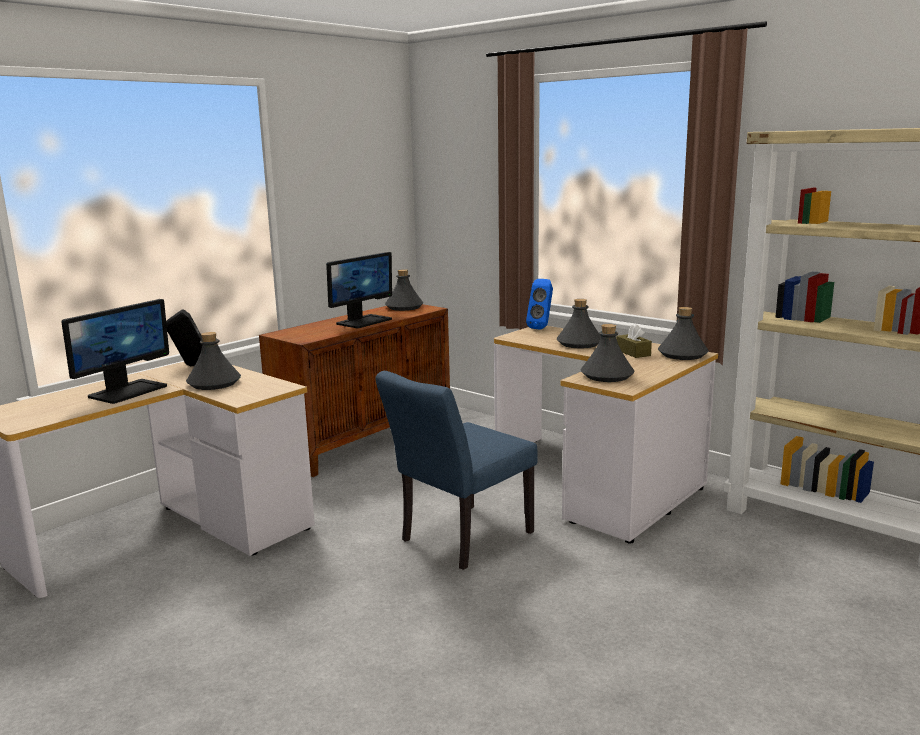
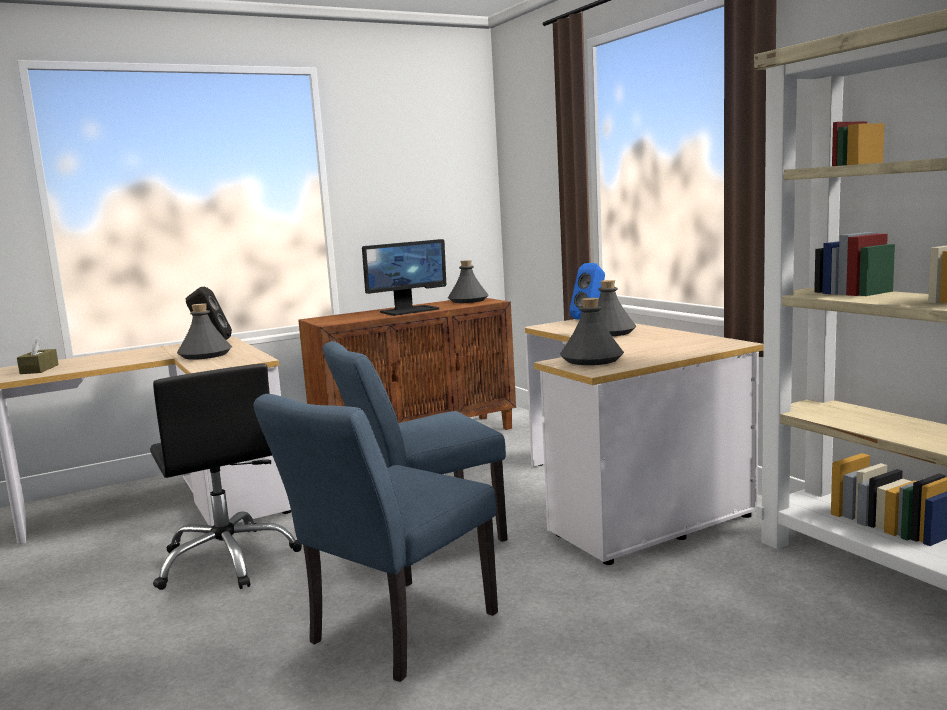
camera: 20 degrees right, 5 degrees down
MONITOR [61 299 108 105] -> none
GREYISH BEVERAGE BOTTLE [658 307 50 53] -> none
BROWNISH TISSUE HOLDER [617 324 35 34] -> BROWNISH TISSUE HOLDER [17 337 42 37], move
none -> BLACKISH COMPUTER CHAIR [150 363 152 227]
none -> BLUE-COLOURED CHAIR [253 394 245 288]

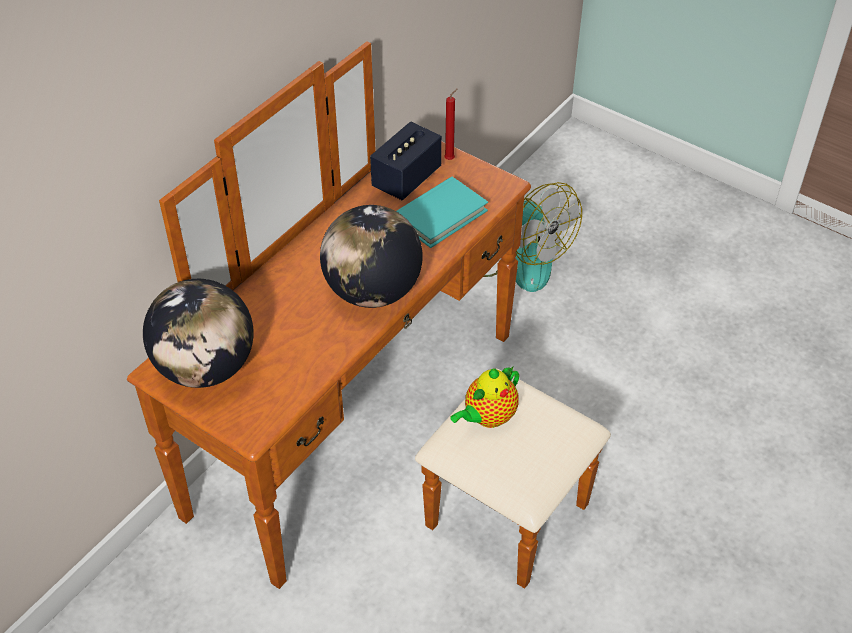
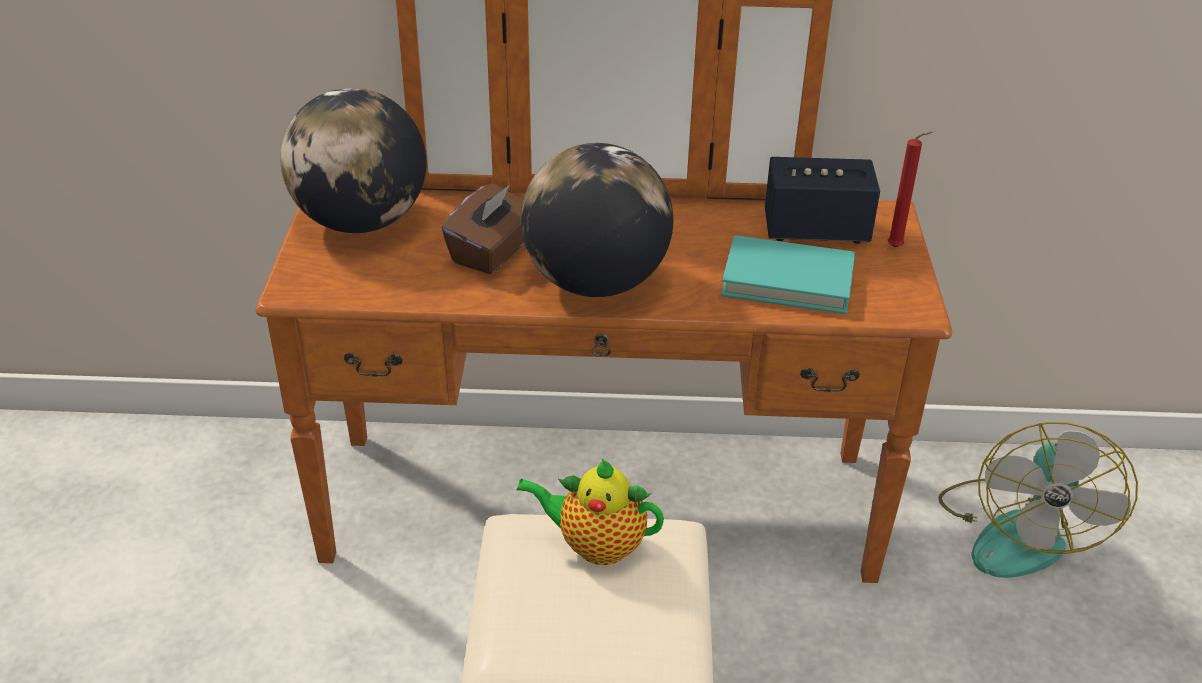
camera: 55 degrees right, 10 degrees down
none -> BROWNISH TISSUE HOLDER [442 183 82 91]

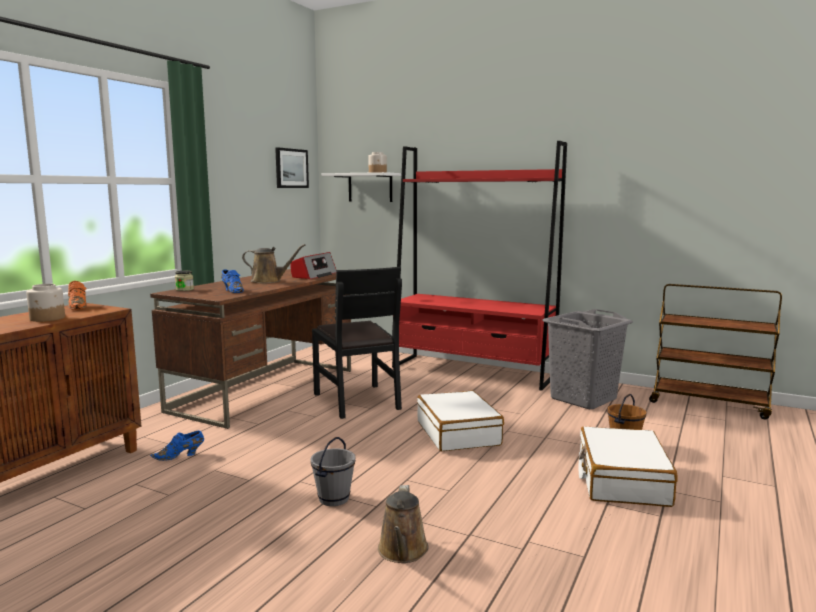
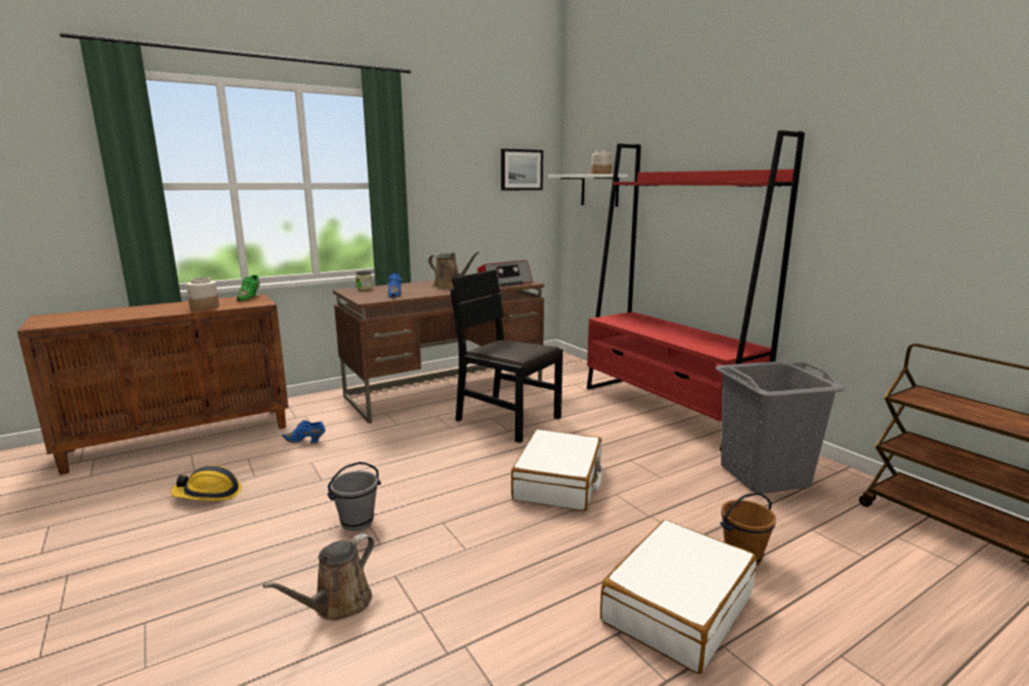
camera: 30 degrees right, 5 degrees up
BLACKISH CHAIR [312 267 90 152] -> BLACKISH CHAIR [450 269 113 174], 120 degrees clockwise
ORANGE ITEM OF FOOTWEAR [68 281 19 29] -> GREEN-COLOURED ITEM OF FOOTWEAR [237 275 23 26]
none -> WORK HELMET [171 465 70 36]

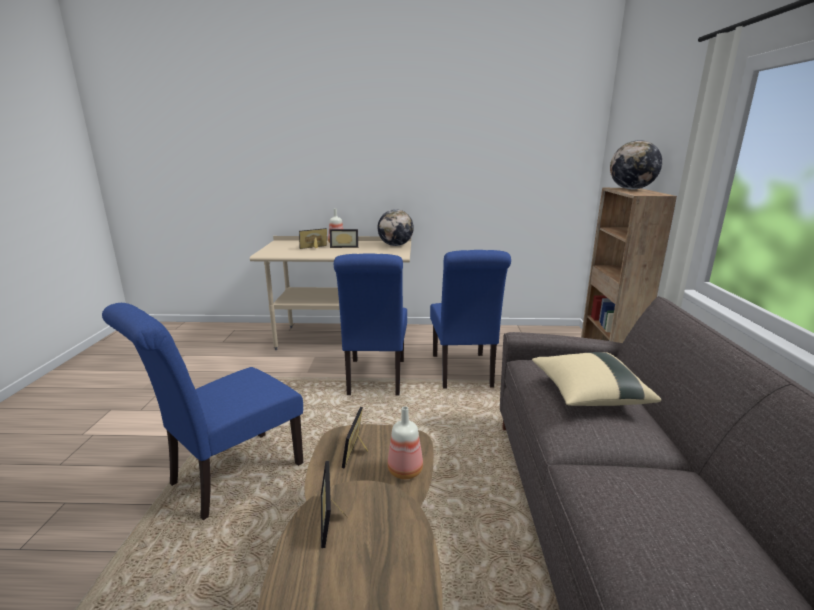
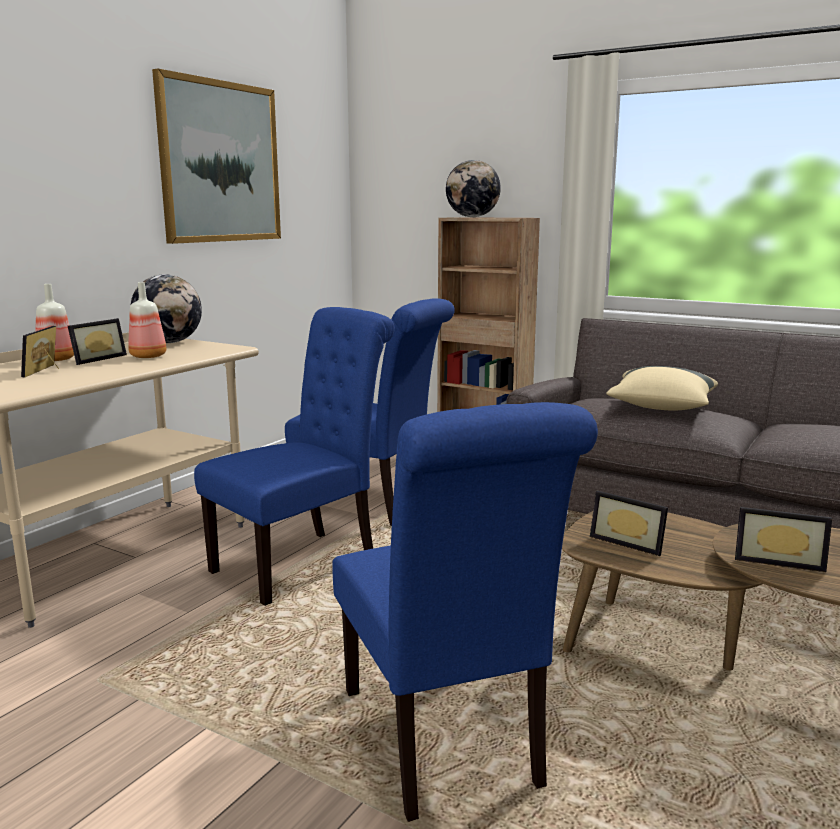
camera: 60 degrees left, 5 degrees down
BLUE-COLOURED CHAIR [334 253 73 142] -> BLUE-COLOURED CHAIR [194 307 201 299], 75 degrees counterclockwise
BEVERAGE BOTTLE [388 406 35 73] -> BEVERAGE BOTTLE [128 282 39 76], move
none -> WALL PICTURE [152 69 129 175]

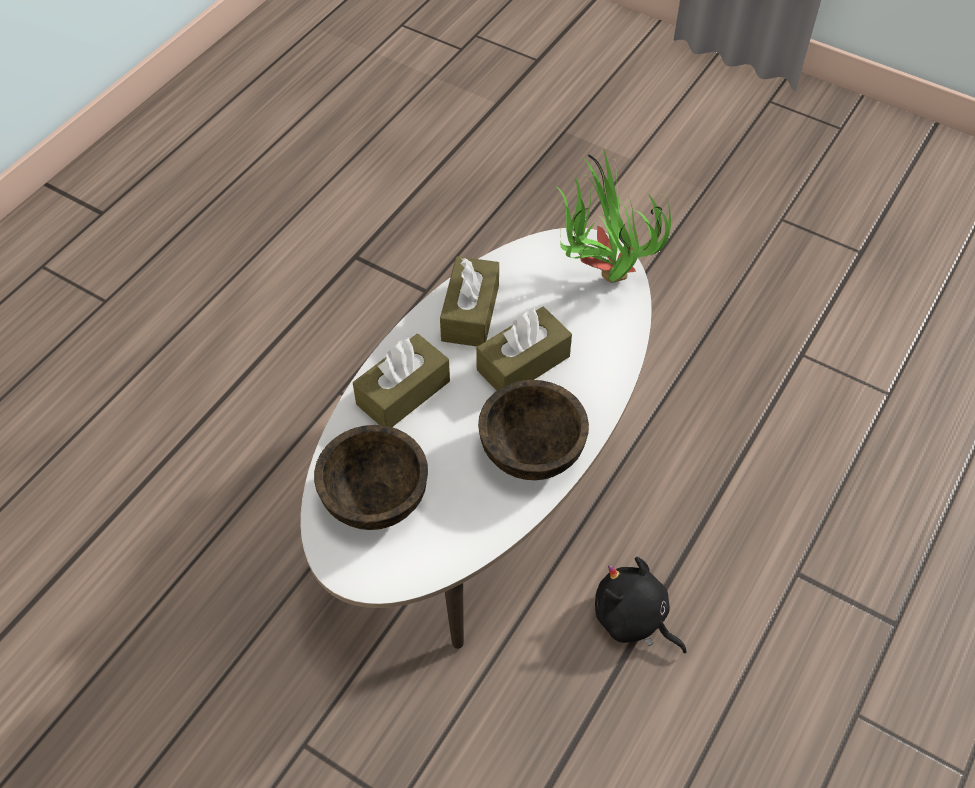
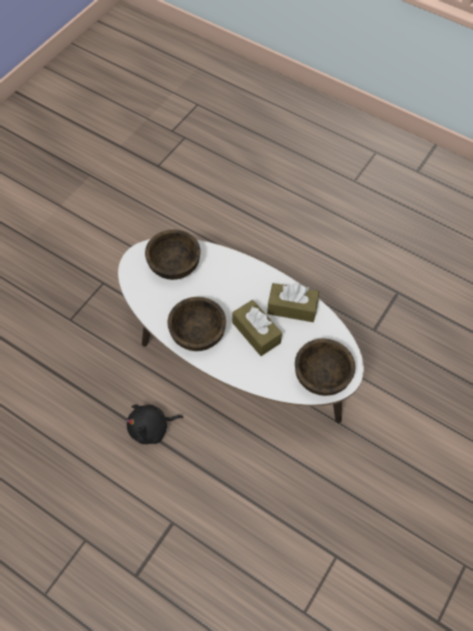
camera: 90 degrees right, 5 degrees up
HOUSEPLANT [557 149 114 134] -> BROWNISH SERVING BOWL [295 339 60 57]
BROWNISH TISSUE HOLDER [353 334 97 93] -> none
BLACKISH PLUSH TOY [595 557 91 96] -> BLACKISH PLUSH TOY [126 404 57 40], 150 degrees counterclockwise

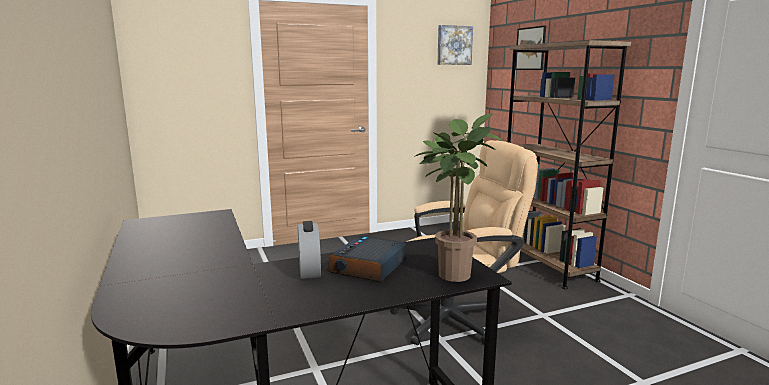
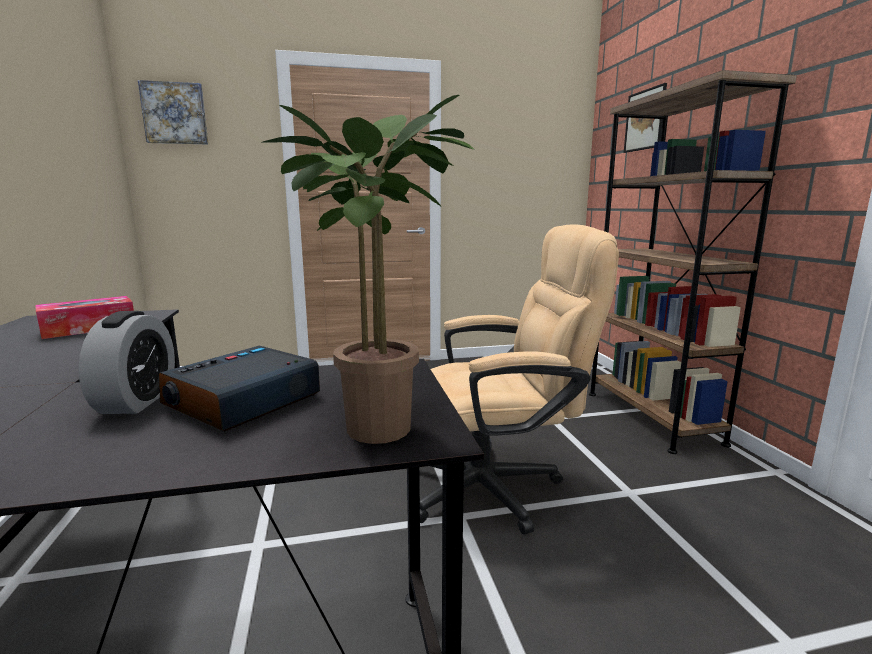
camera: 10 degrees right, 0 degrees up
WALL PICTURE [437 25 36 40] -> WALL PICTURE [138 80 70 64], move
none -> TISSUE HOLDER [35 296 99 43]

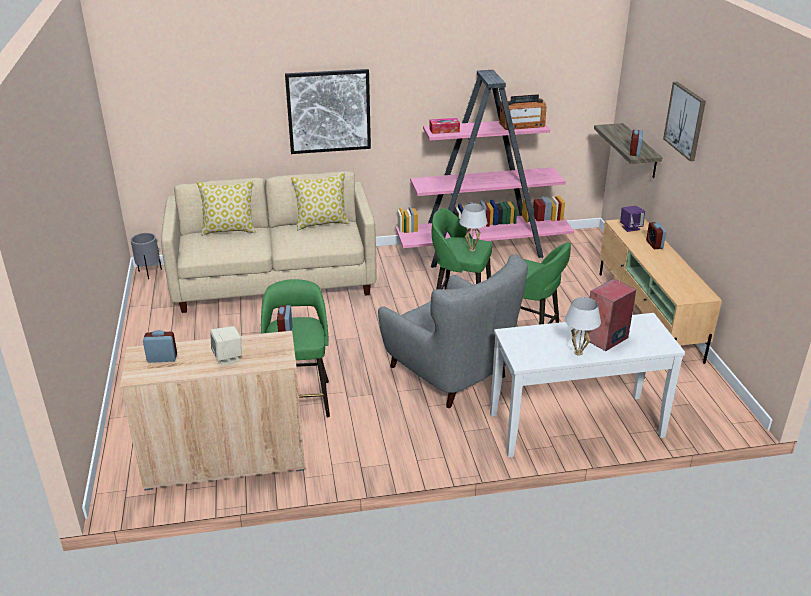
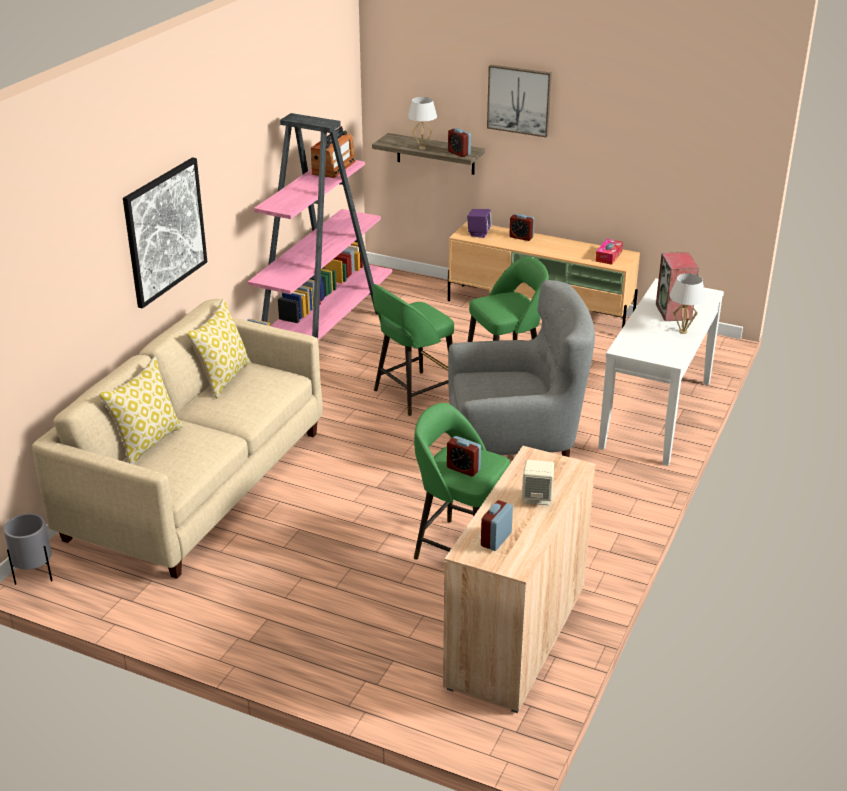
camera: 55 degrees left, 0 degrees up
TISSUE HOLDER [429 118 31 16] -> TISSUE HOLDER [595 239 28 26], move
WHITISH TABLETOP LAMP [459 204 28 47] -> WHITISH TABLETOP LAMP [408 97 29 52], move

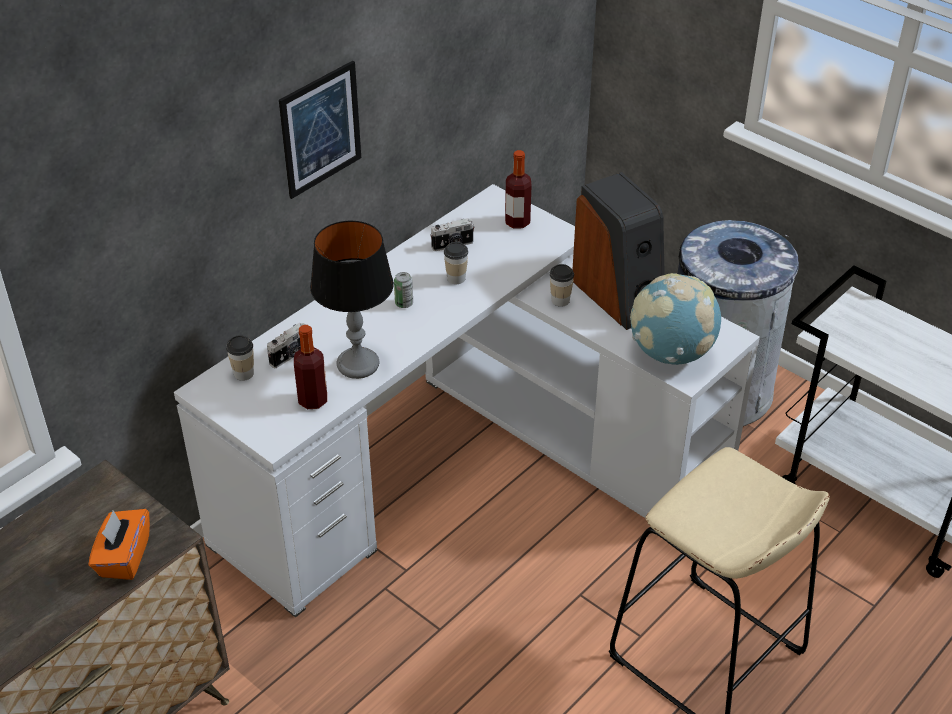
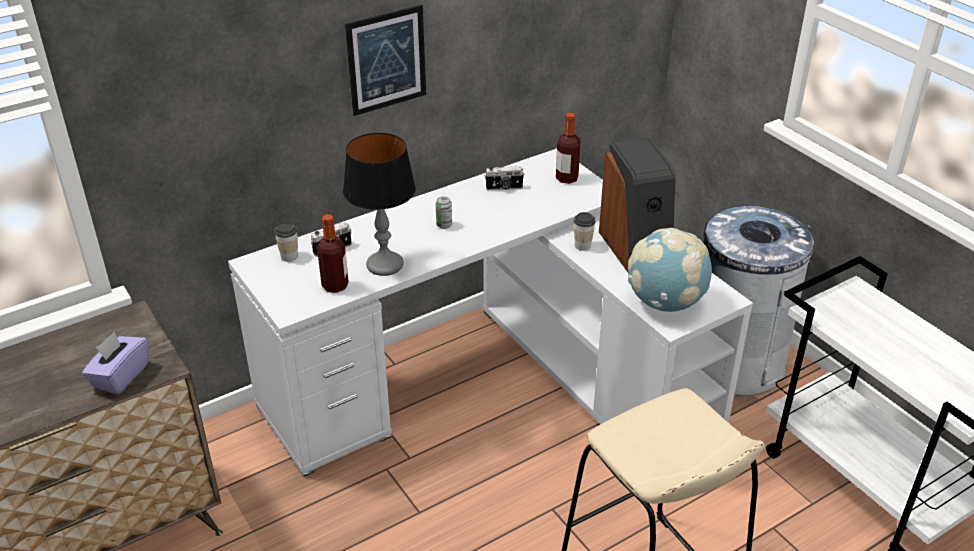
camera: 15 degrees right, 5 degrees down
DRINKING CUP [444 242 24 42] -> none
ORANGE TISSUE HOLDER [89 509 61 71] -> PURPLISH TISSUE HOLDER [82 332 66 63]

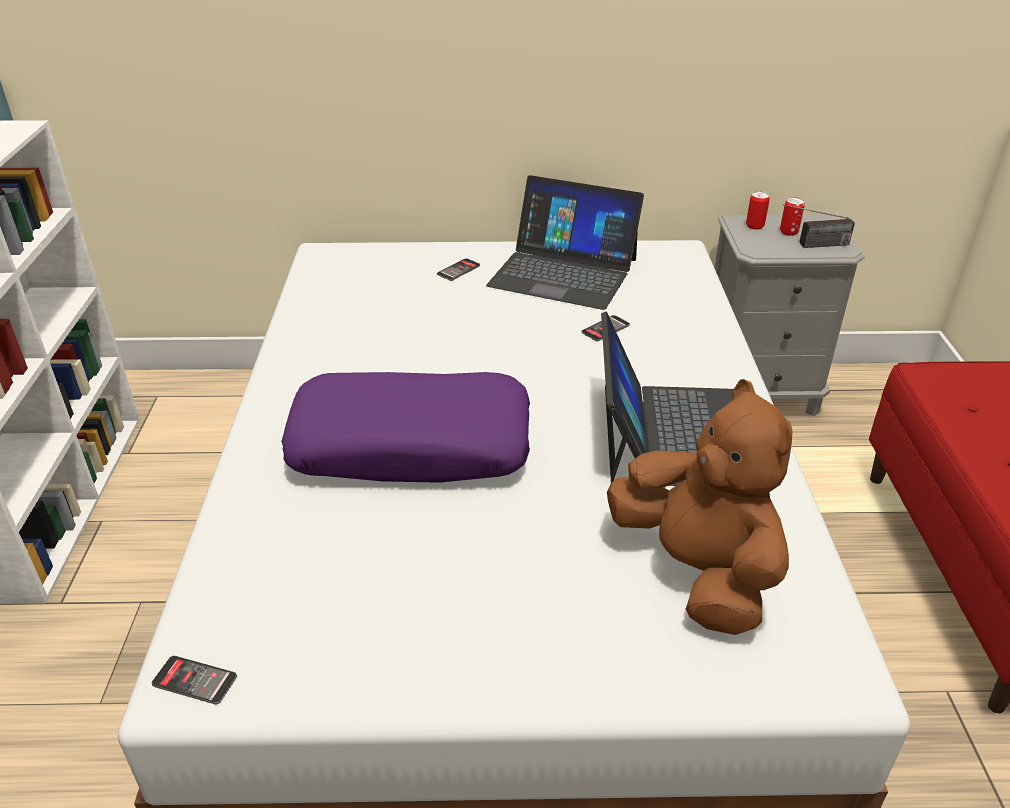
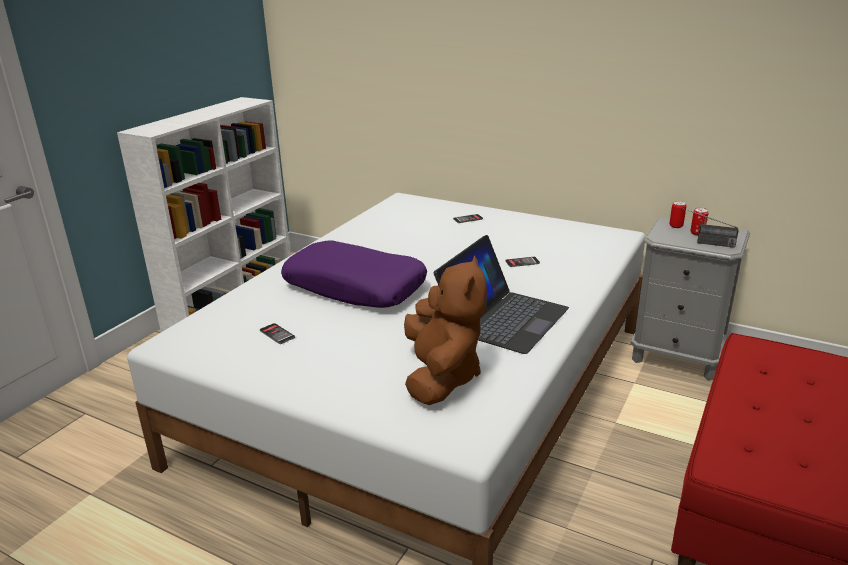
camera: 30 degrees right, 10 degrees down
NOTEBOOK COMPUTER [486 175 158 135] -> none
TELEPHONE [152 656 85 49] -> TELEPHONE [260 323 35 21], move

